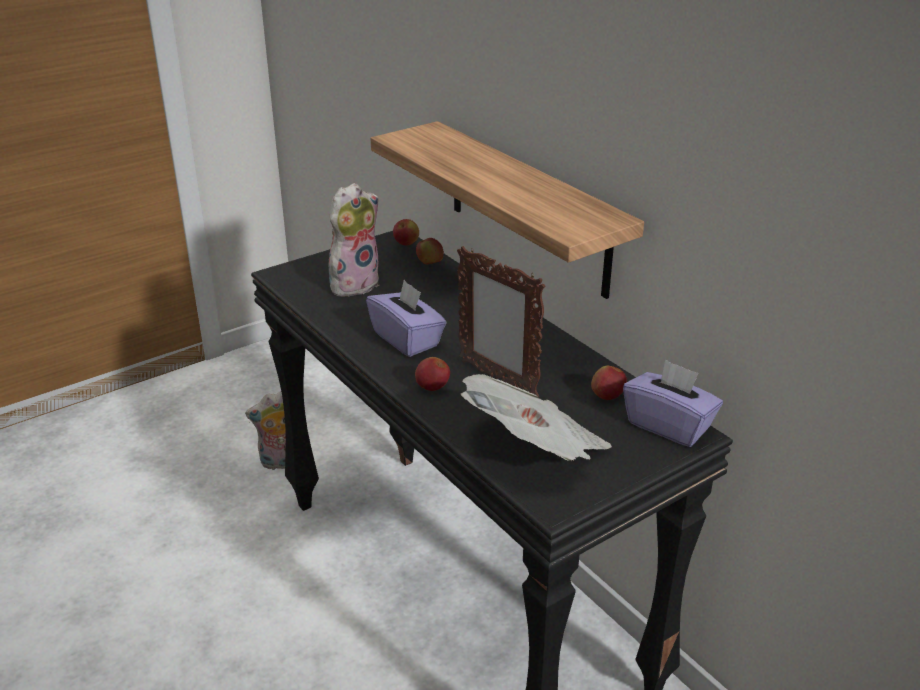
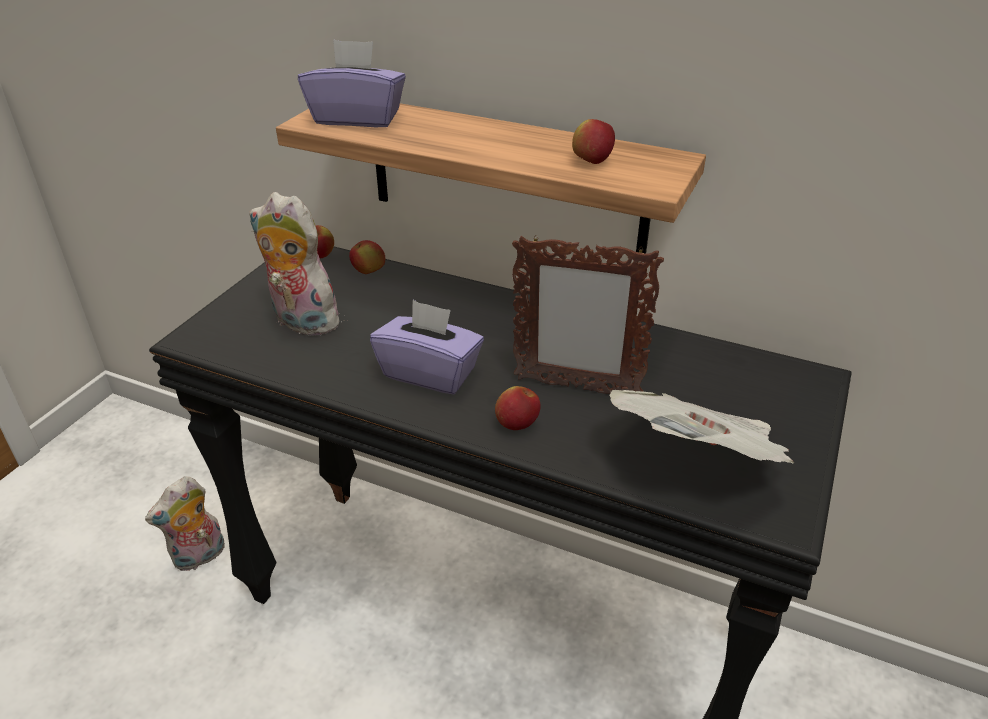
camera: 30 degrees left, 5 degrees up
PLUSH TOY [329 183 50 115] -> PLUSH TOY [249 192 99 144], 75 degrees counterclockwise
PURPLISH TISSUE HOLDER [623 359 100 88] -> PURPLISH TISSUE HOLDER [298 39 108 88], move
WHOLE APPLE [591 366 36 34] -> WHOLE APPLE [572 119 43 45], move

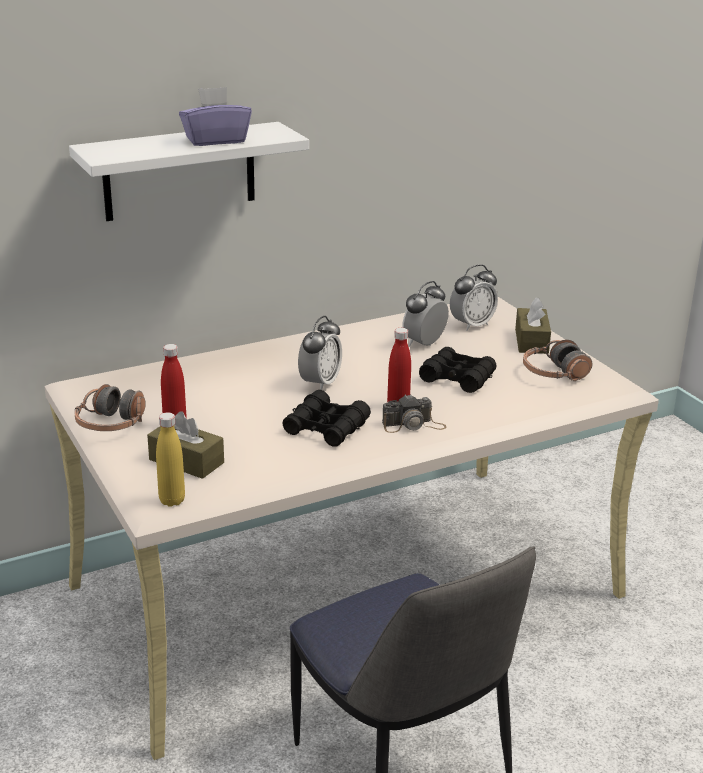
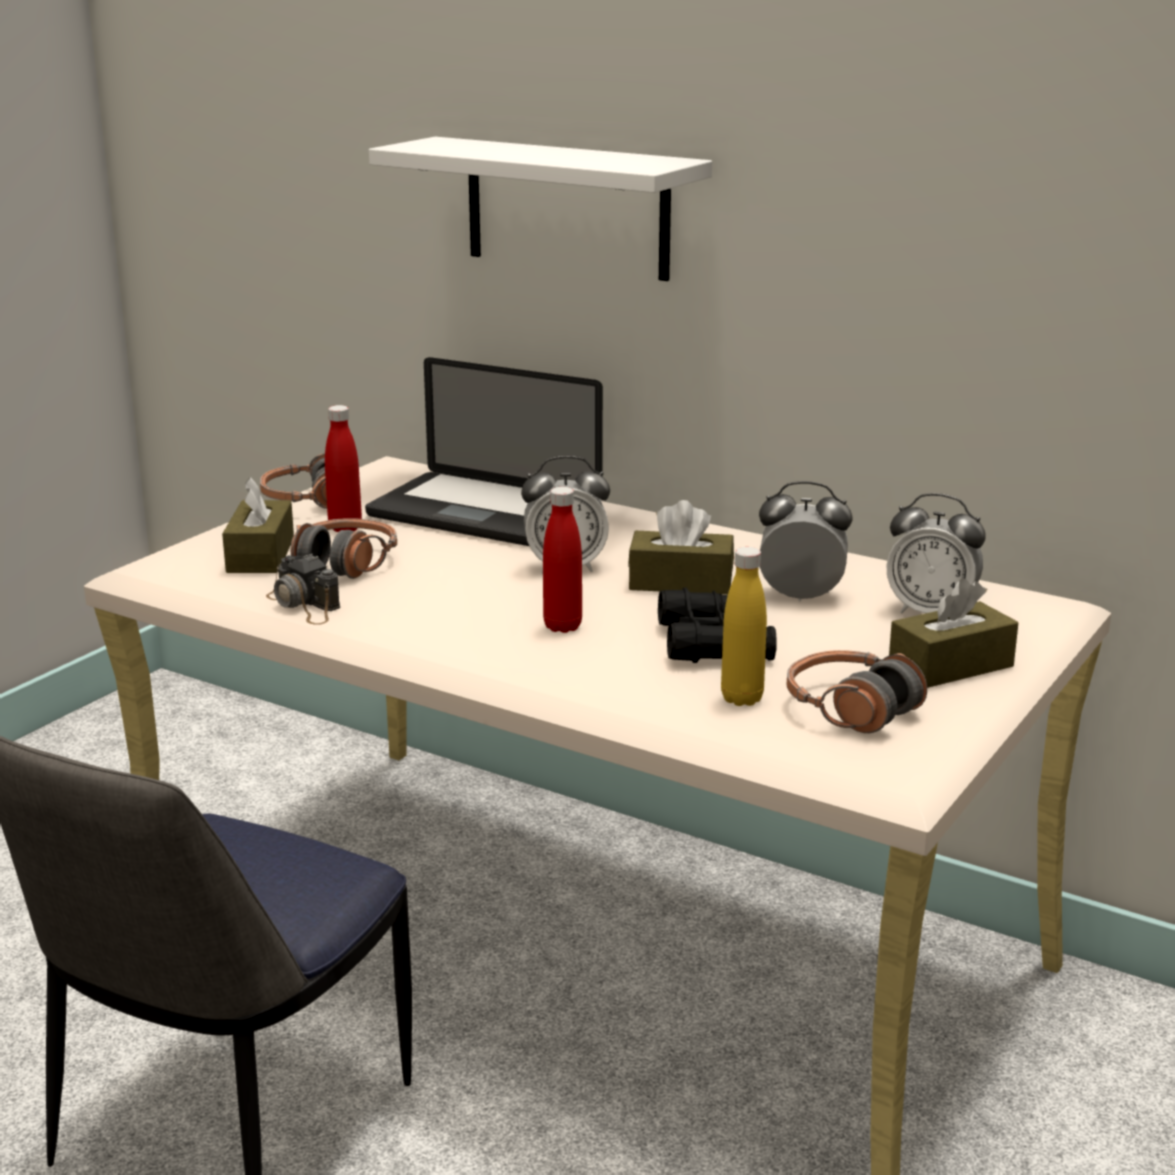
camera: 60 degrees right, 5 degrees down
PURPLISH TISSUE HOLDER [179 87 73 59] -> none
BLACKISH FIELD GLASSES [282 390 89 57] -> none
PHOTO CAMERA [382 394 65 39] -> PHOTO CAMERA [266 554 74 71], move
YELLOW BEVERAGE BOTTLE [156 412 29 95] -> YELLOW BEVERAGE BOTTLE [721 547 46 159], move
none -> NOTEBOOK COMPUTER [365 357 238 189]
none -> BROWNISH TISSUE HOLDER [628 500 106 95]
none -> HEADSET [291 518 106 61]

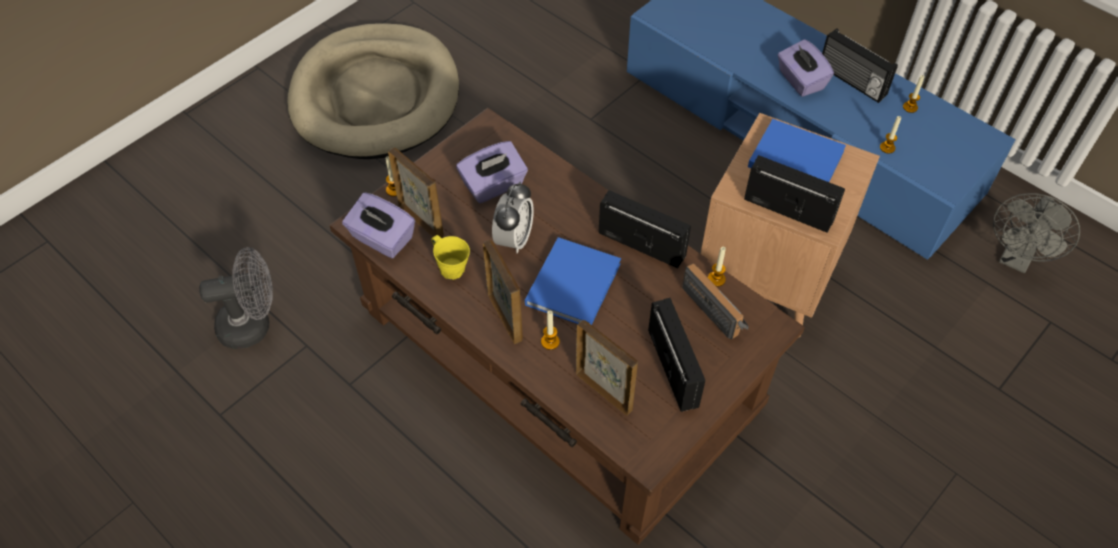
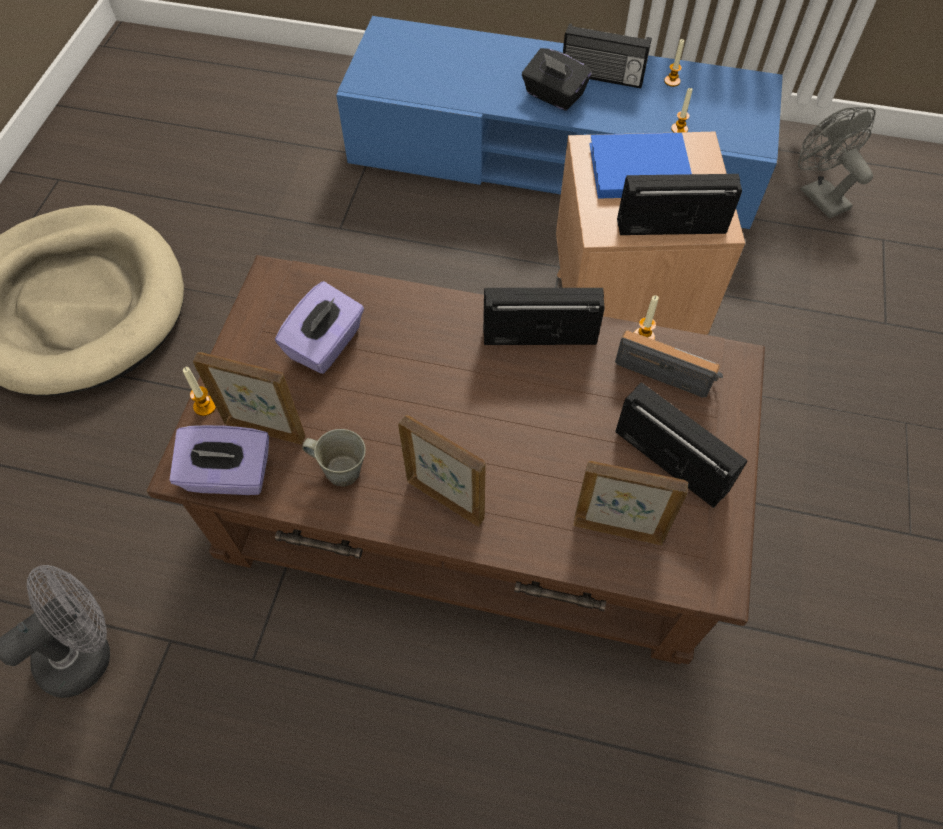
camera: 30 degrees left, 5 degrees up
PURPLISH TISSUE HOLDER [778 39 56 58] -> BLACKISH TISSUE HOLDER [522 48 70 63]
ALARM CLOCK [492 182 42 71] -> none
GREYISH ELECTRIC FAN [993 193 87 80] -> GREYISH ELECTRIC FAN [798 107 78 111], 150 degrees clockwise
YELLOW COFFEE MUG [431 235 39 45] -> GREYISH COFFEE MUG [302 429 64 58]
BLUE-COLOURED BOOK [525 237 96 88] -> none
CANDLE [541 311 19 39] -> none

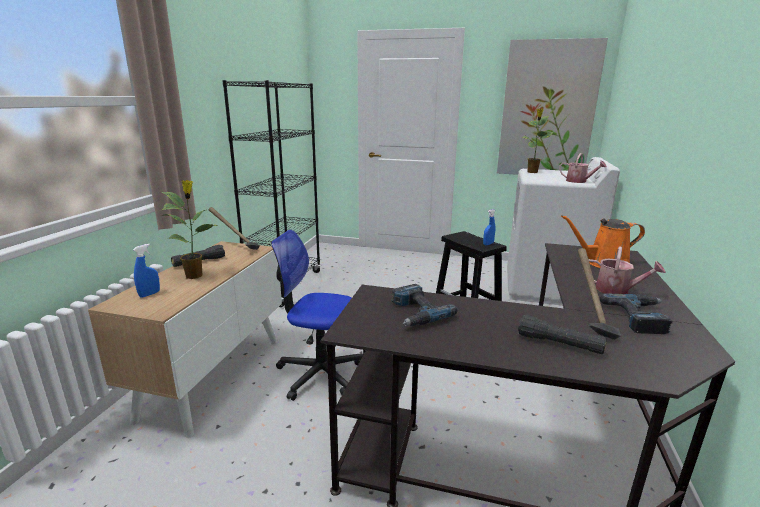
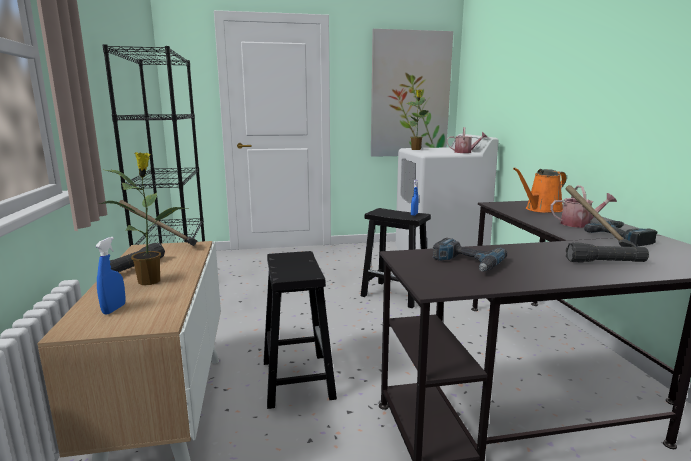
camera: 25 degrees left, 5 degrees down
COMPUTER CHAIR [271 230 92 171] -> BLACKISH SITTING STOOL [264 251 73 158]

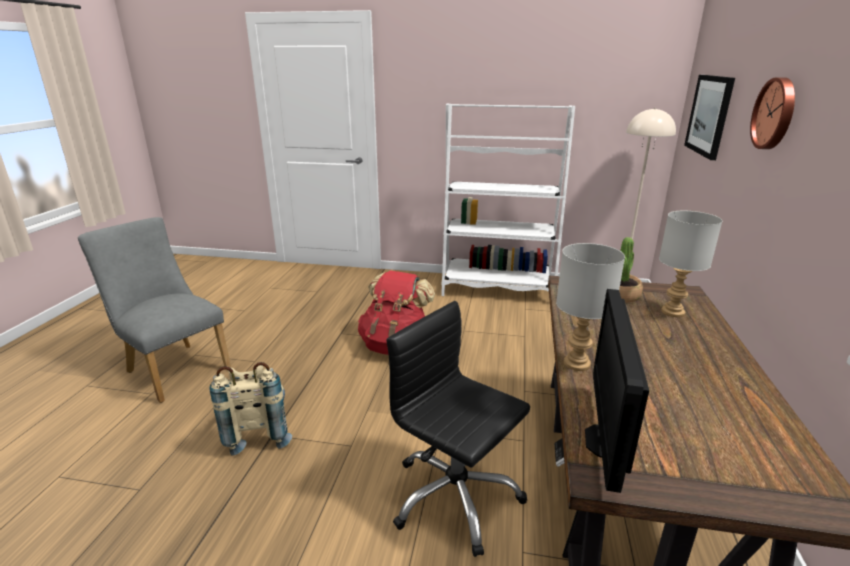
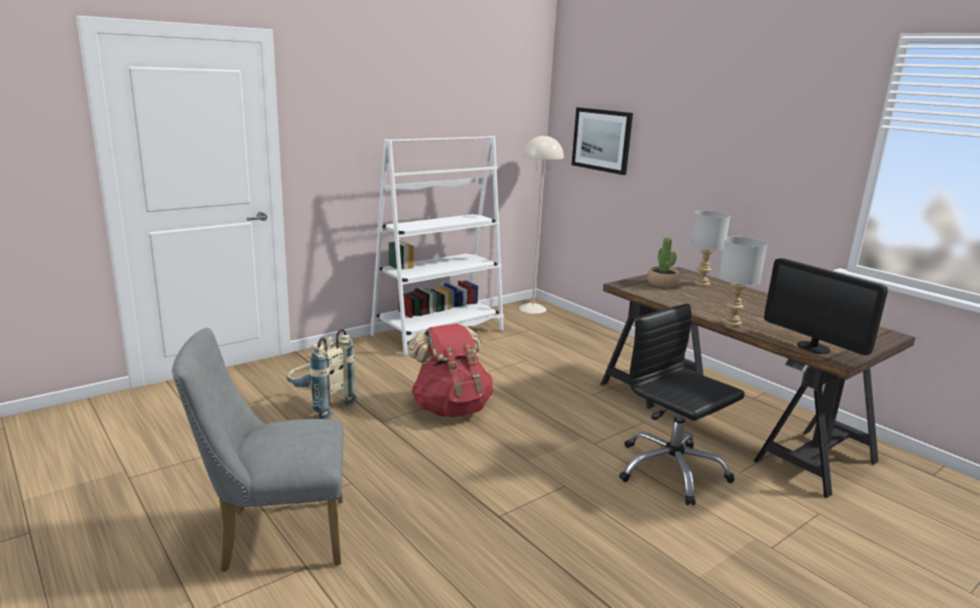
camera: 50 degrees left, 5 degrees down
HANGING CLOCK [750 77 45 72] -> none
BLACKISH COMPUTER CHAIR [386 301 144 256] -> BLACKISH COMPUTER CHAIR [619 303 126 202], 60 degrees clockwise
SAND-COLOURED BACKPACK [209 362 83 93] -> SAND-COLOURED BACKPACK [286 329 71 90], move

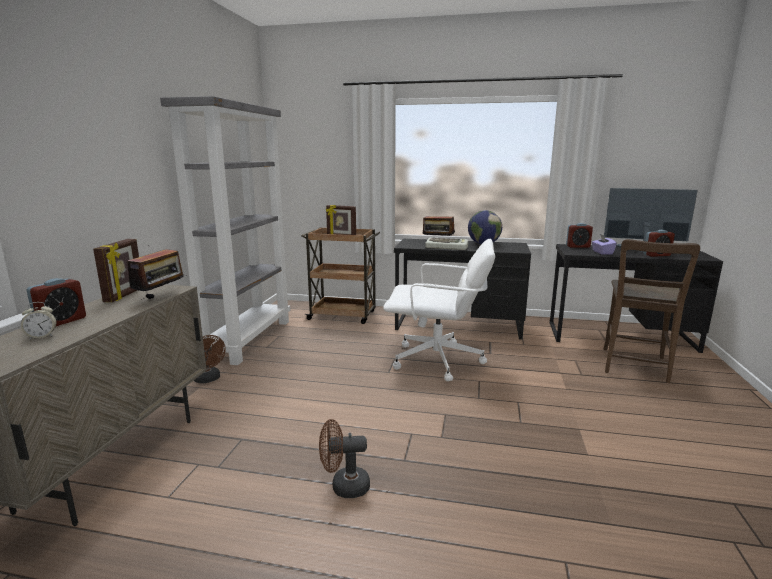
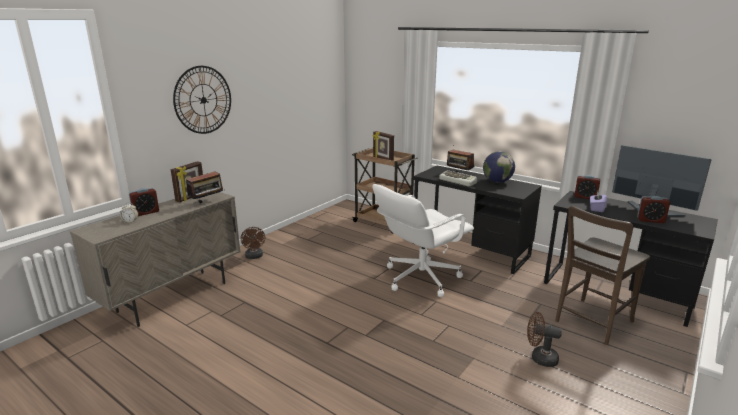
camera: 25 degrees right, 5 degrees up
GREYISH BOOKSHELF [160 96 130 269] -> none
WHITISH COMPUTER CHAIR [383 239 112 143] -> WHITISH COMPUTER CHAIR [372 184 102 113], 105 degrees clockwise
BROWNISH ELECTRIC FAN [319 419 51 79] -> BROWNISH ELECTRIC FAN [527 312 35 55], move
none -> HANGING CLOCK [173 66 58 68]

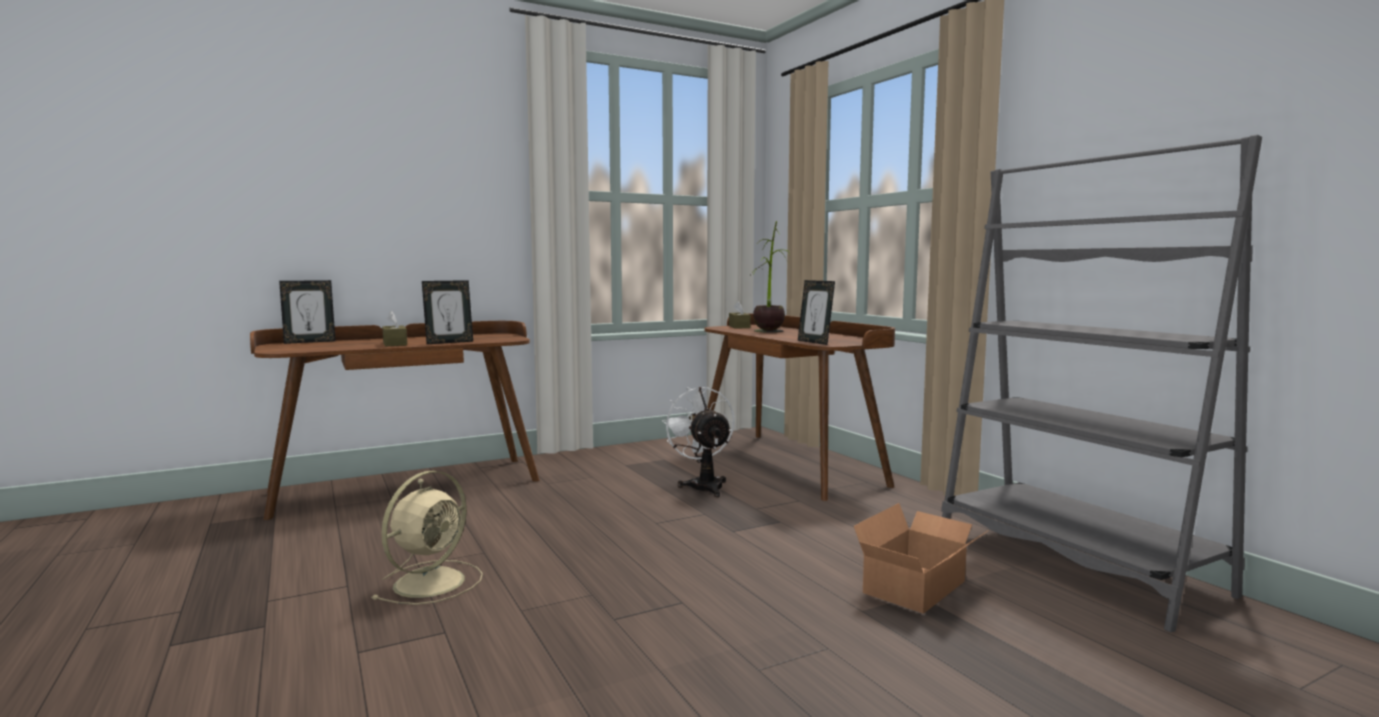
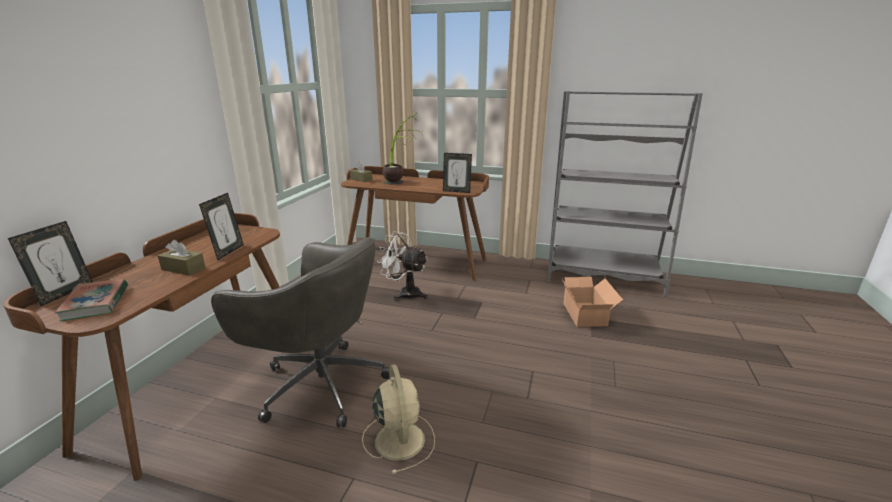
camera: 45 degrees left, 15 degrees up
none -> GREYISH COMPUTER CHAIR [211 237 178 191]
none -> BOOK [55 279 73 42]

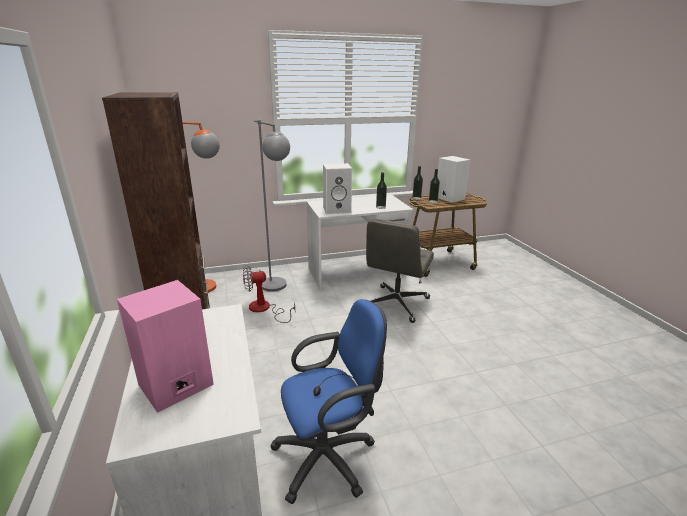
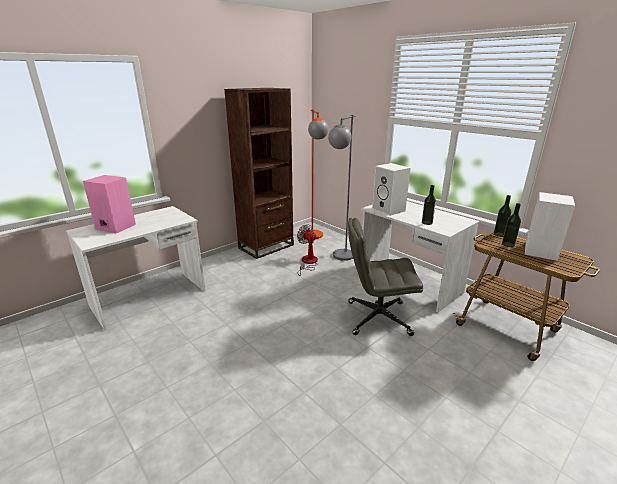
camera: 65 degrees right, 0 degrees up
BLUE-COLOURED COMPUTER CHAIR [270 299 117 205] -> none

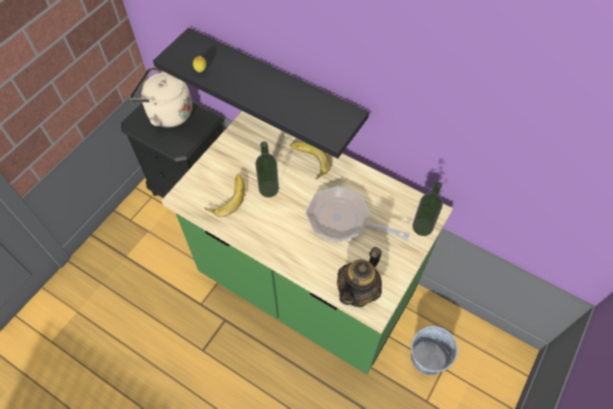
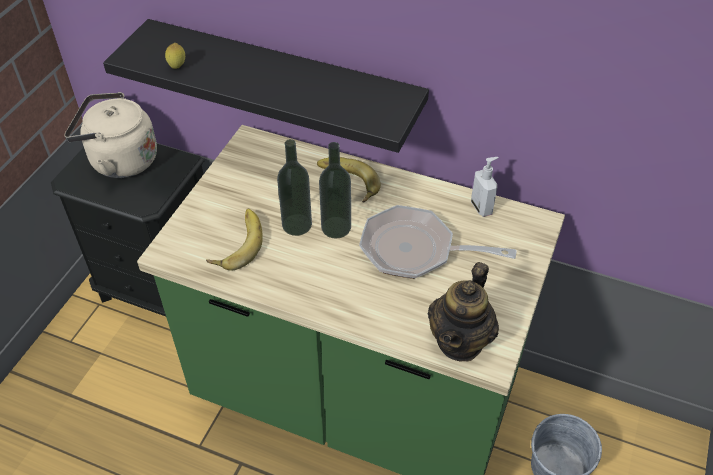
camera: 10 degrees left, 10 degrees down
BEVERAGE BOTTLE [412 182 31 54] -> BEVERAGE BOTTLE [319 142 32 96], move
none -> SOAP DISPENSER [471 157 27 60]

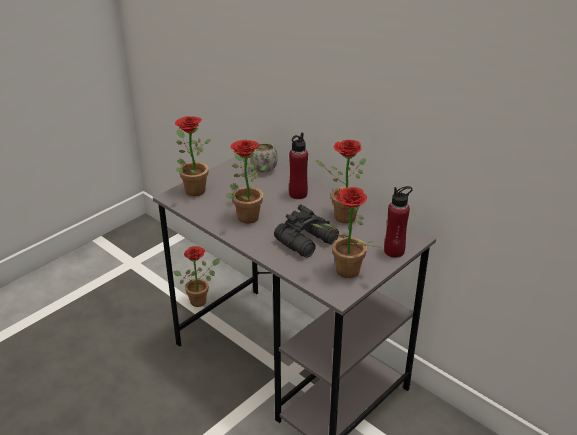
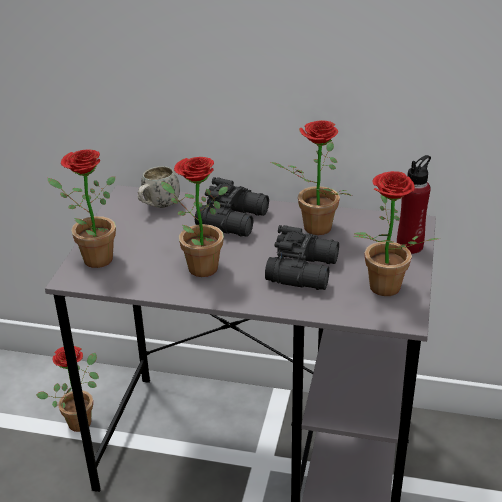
camera: 30 degrees left, 0 degrees up
REDDISH BEVERAGE BOTTLE [289 132 19 67] -> BLACKISH FIELD GLASSES [195 177 74 60]

